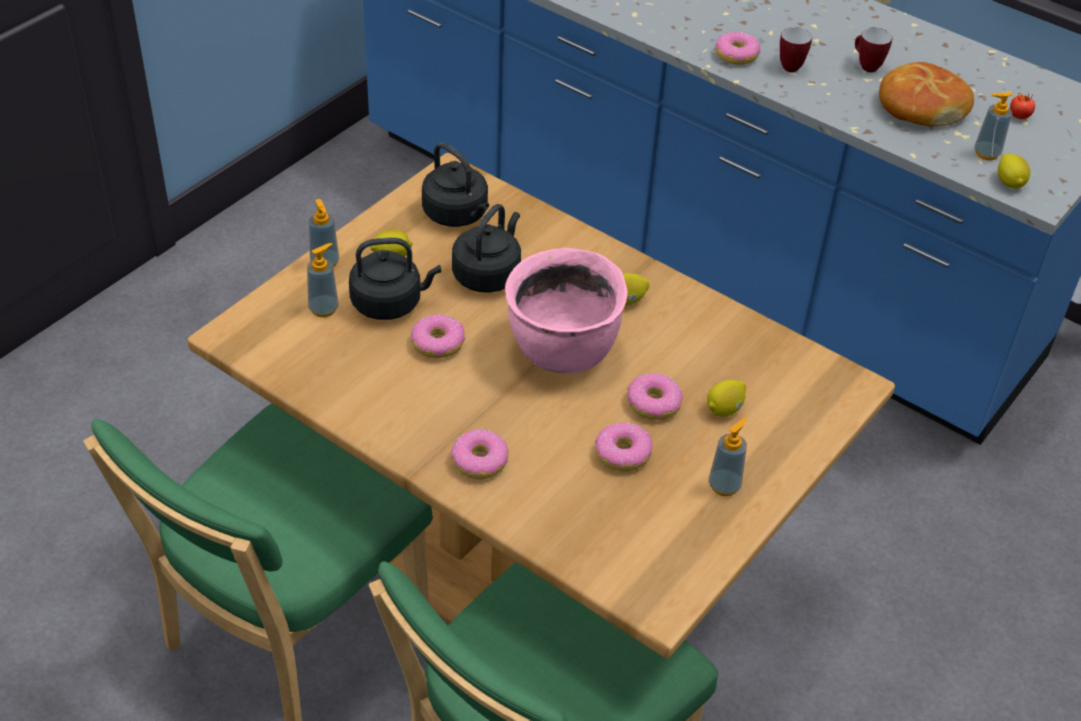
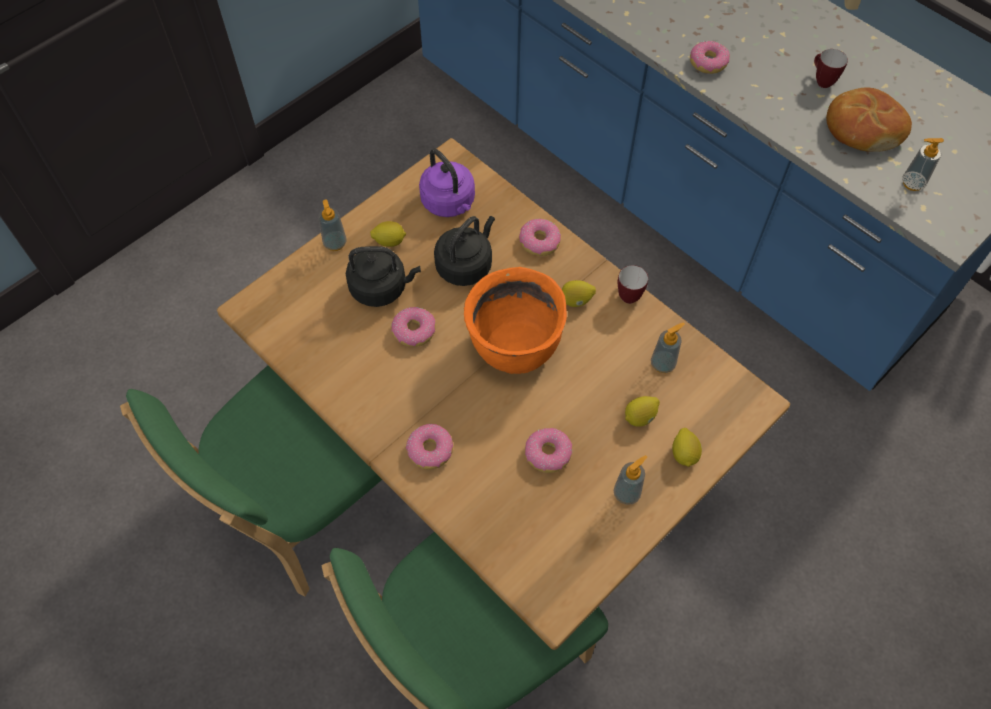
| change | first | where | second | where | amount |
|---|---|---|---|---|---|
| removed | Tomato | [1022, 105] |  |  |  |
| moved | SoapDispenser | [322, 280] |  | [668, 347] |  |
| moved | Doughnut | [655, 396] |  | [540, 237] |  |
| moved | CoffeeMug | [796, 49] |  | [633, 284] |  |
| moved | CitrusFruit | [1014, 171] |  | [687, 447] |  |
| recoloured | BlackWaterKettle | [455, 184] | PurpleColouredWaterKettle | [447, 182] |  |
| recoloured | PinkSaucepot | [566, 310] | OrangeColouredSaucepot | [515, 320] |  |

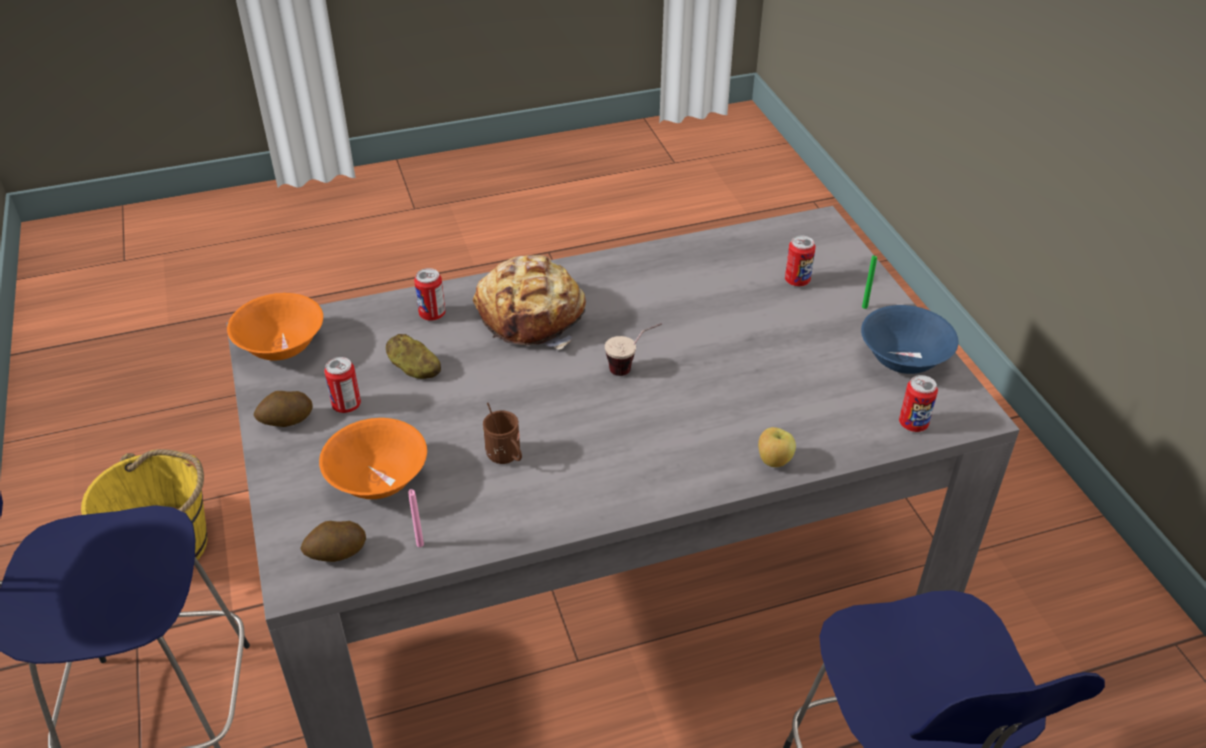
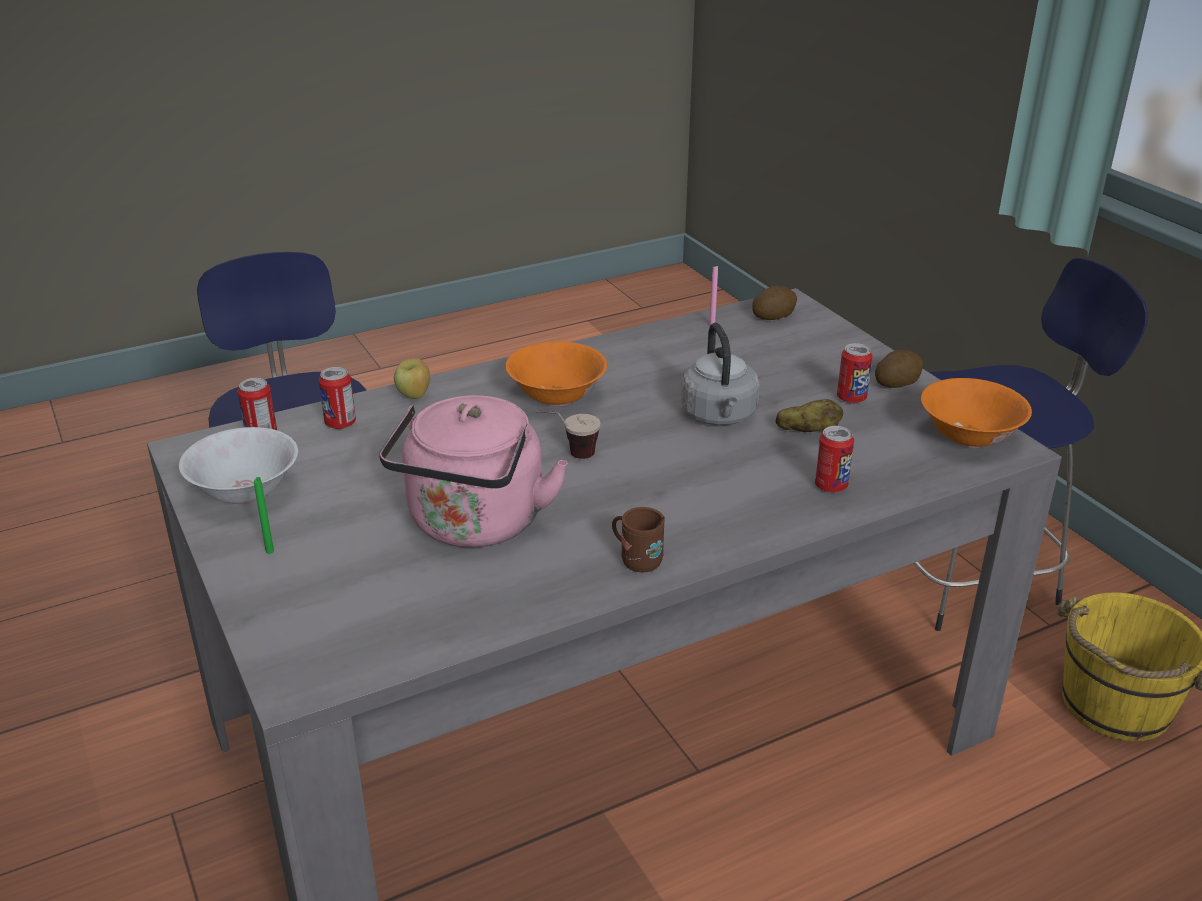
| change | first | where | second | where | amount |
|---|---|---|---|---|---|
| removed | Bread | [529, 302] |  |  |  |
| added |  |  | PinkWaterKettle | [473, 471] |  |
| added |  |  | GreyWaterKettle | [720, 374] |  |
| moved | OrangeColouredDeepDish | [373, 458] |  | [556, 373] |  |
| moved | BrownColouredCoffeeMug | [502, 433] |  | [638, 539] |  |
| moved | MetalCan | [800, 261] |  | [337, 398] |  |
| recoloured | BlueColouredDeepDish | [910, 339] | WhitishDeepDish | [238, 465] |  |

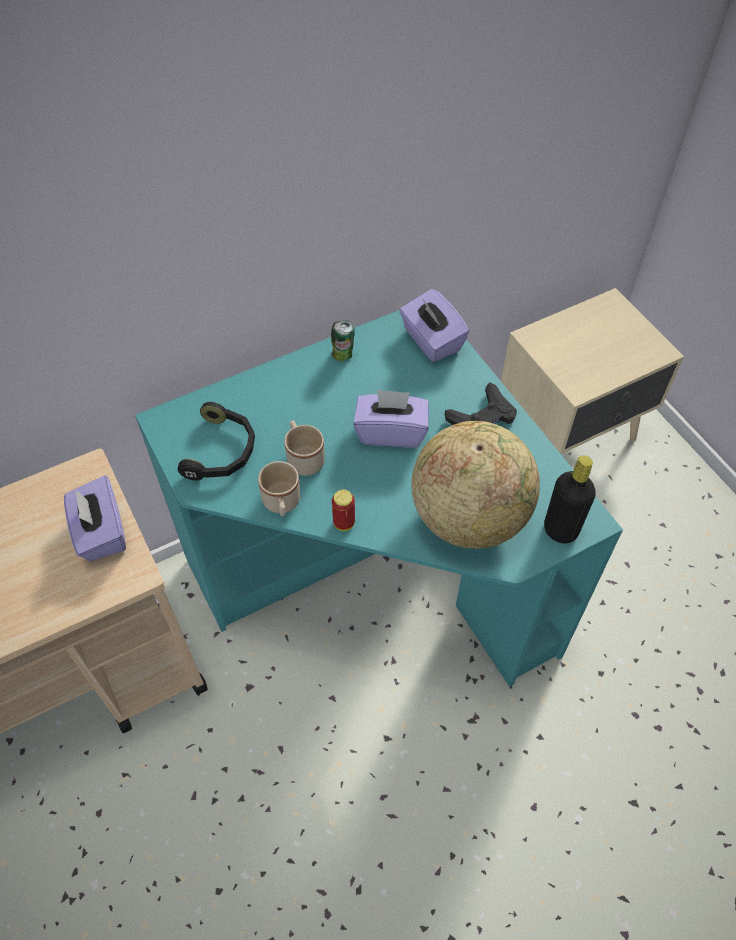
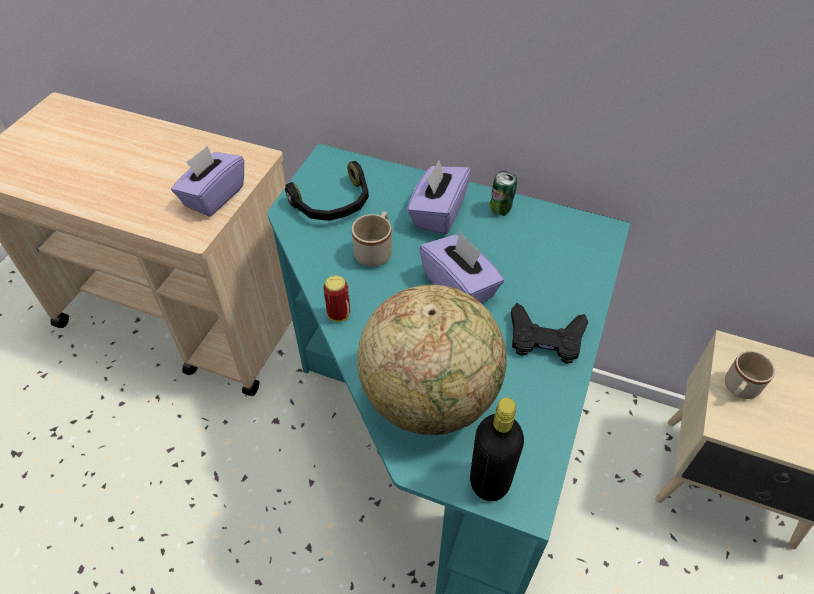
| change | first | where | second | where | amount |
|---|---|---|---|---|---|
| moved | SandColouredCoffeeMug | [279, 488] |  | [750, 375] |  |
| moved | PurpleColouredTissueHolder | [434, 325] |  | [439, 197] |  |

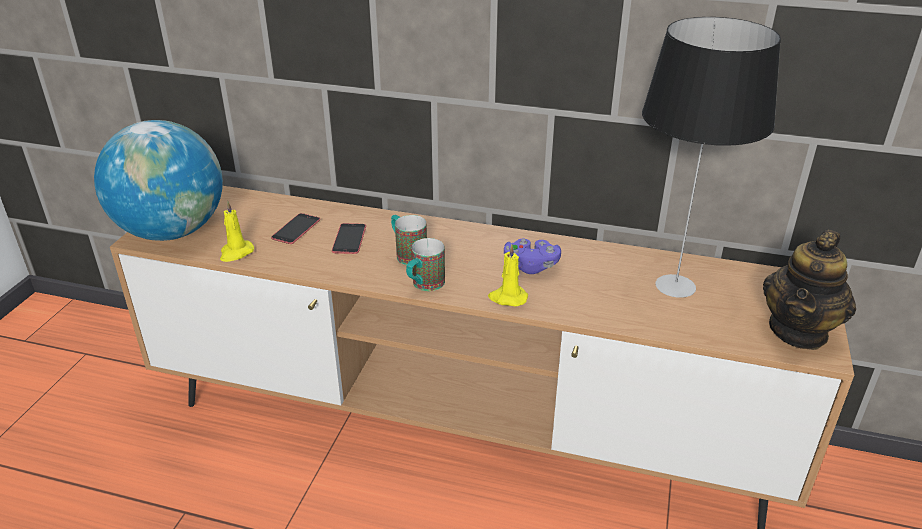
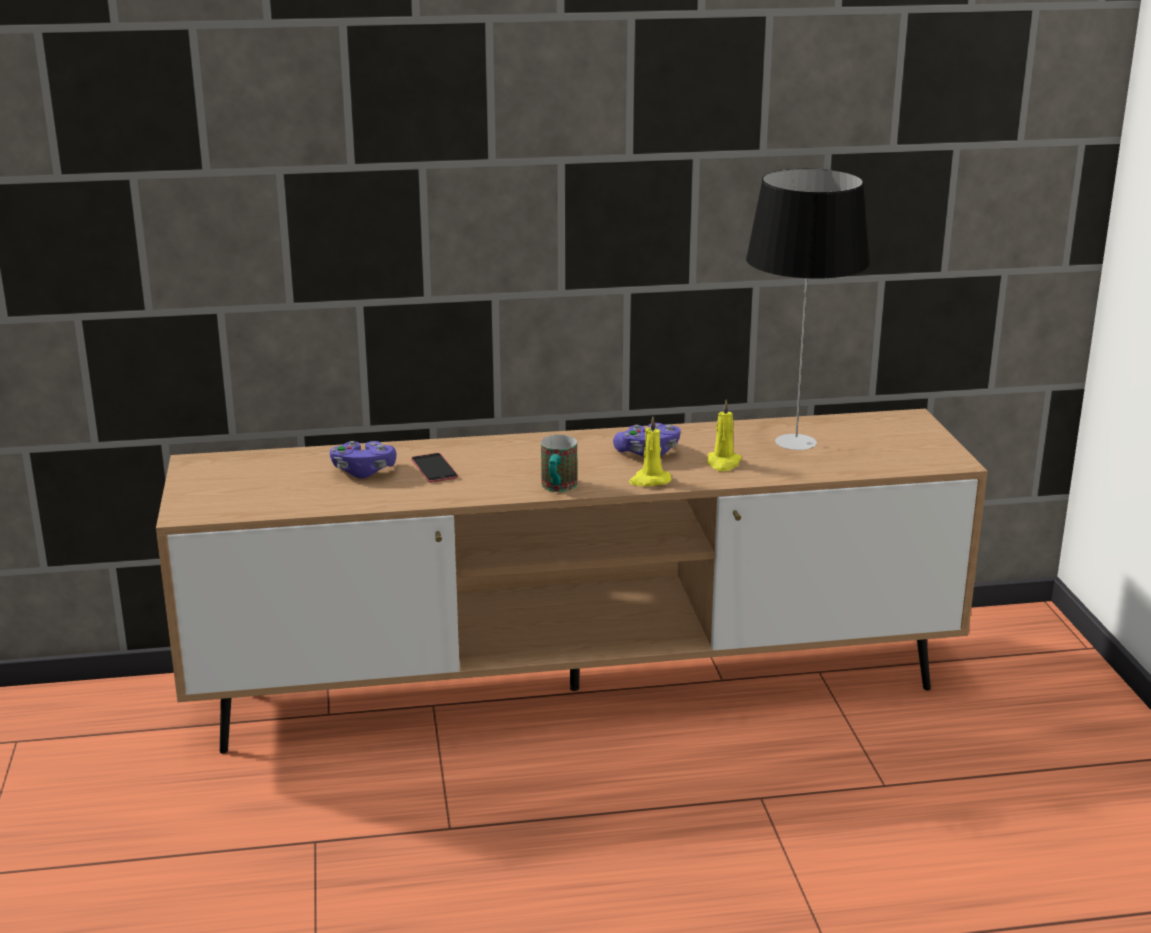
| change | first | where | second | where | amount |
|---|---|---|---|---|---|
| removed | Globe | [158, 180] |  |  |  |
| removed | CoffeeMug | [409, 240] |  |  |  |
| removed | Teapot | [809, 290] |  |  |  |
| moved | YellowishWaxCandle | [237, 231] |  | [724, 435] |  |
| replaced | Handset | [295, 228] | PurpleColouredJoypad | [363, 459] |  |

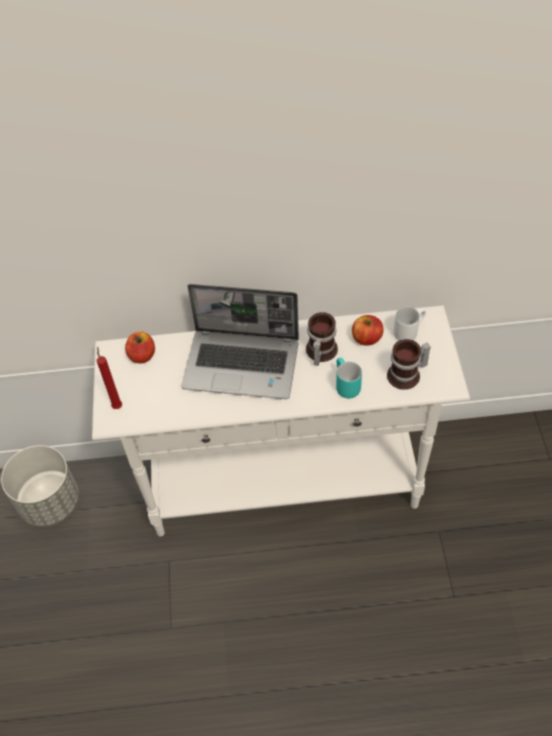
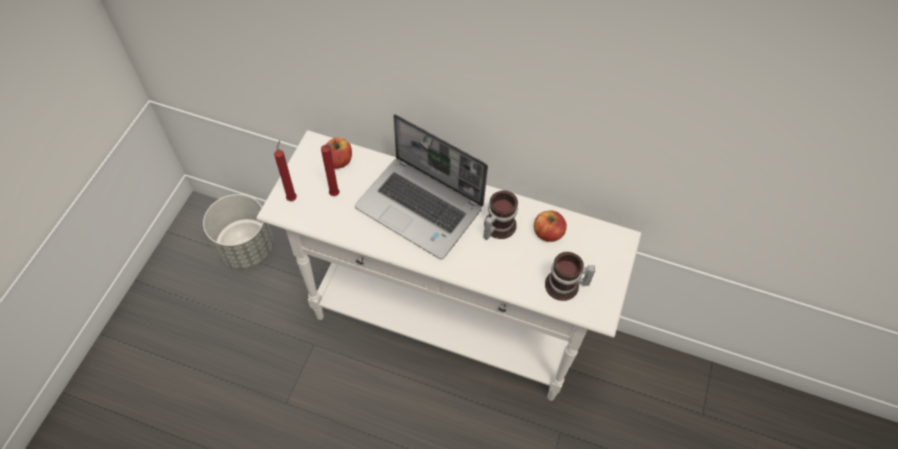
| change | first | where | second | where | amount |
|---|---|---|---|---|---|
| removed | BlueGreenCoffeeMug | [349, 378] |  |  |  |
| removed | WhitishCoffeeMug | [409, 323] |  |  |  |
| added |  |  | RedWaxCandle | [330, 170] |  |

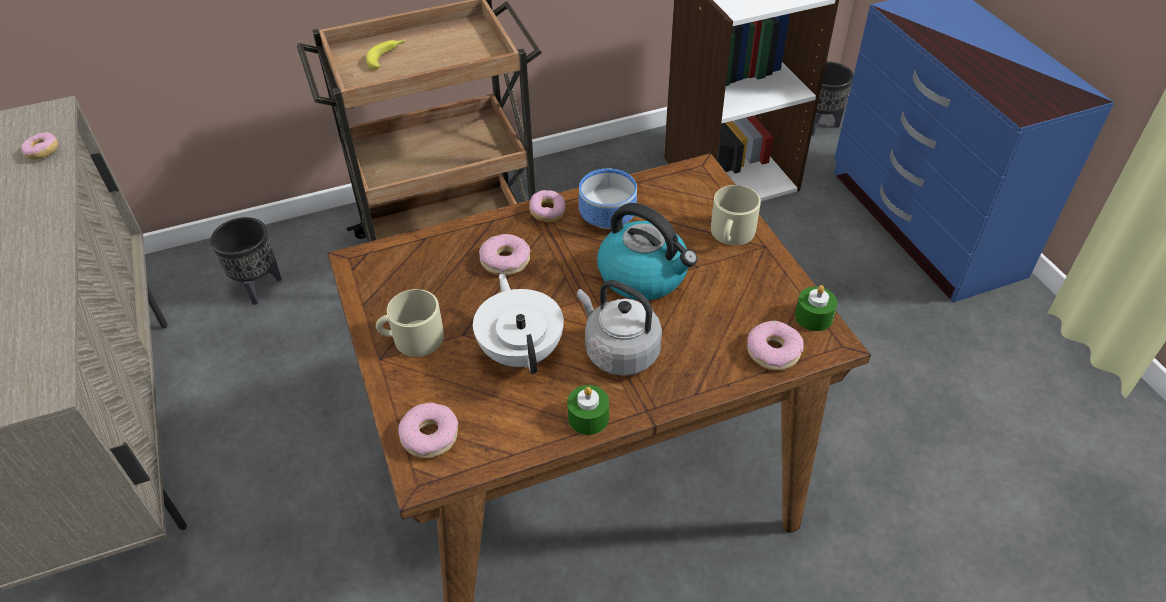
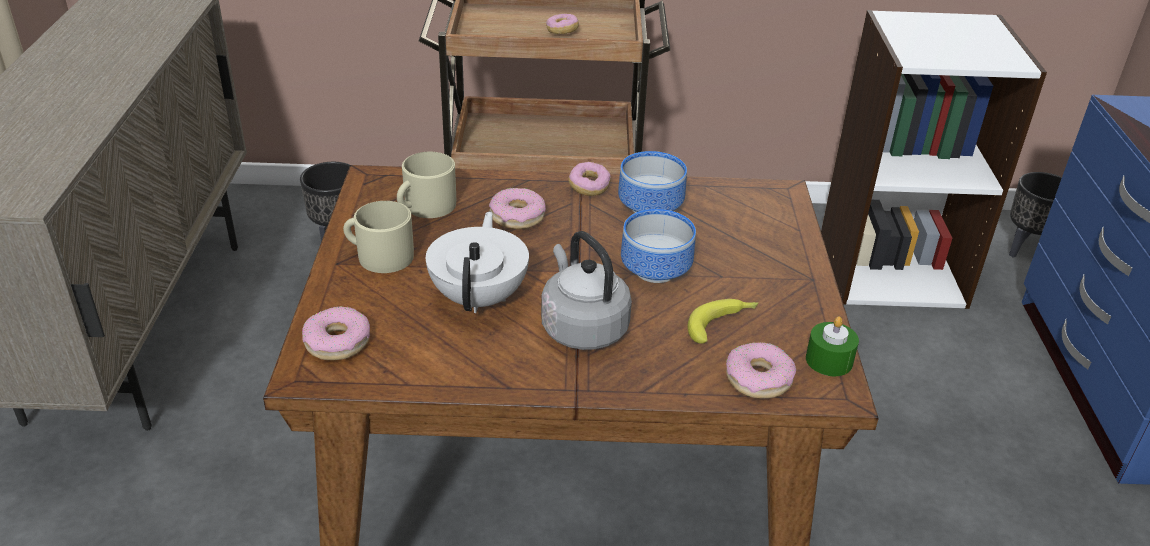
| change | first | where | second | where | amount |
|---|---|---|---|---|---|
| removed | GreenishWaxCandle | [588, 410] |  |  |  |
| moved | Doughnut | [39, 146] |  | [562, 24] |  |
| moved | BananaFruit | [386, 54] |  | [723, 321] |  |
| moved | SandColouredCoffeeMug | [736, 215] |  | [426, 185] |  |
| replaced | WaterKettle | [647, 251] | DeepDish | [658, 246] |  |

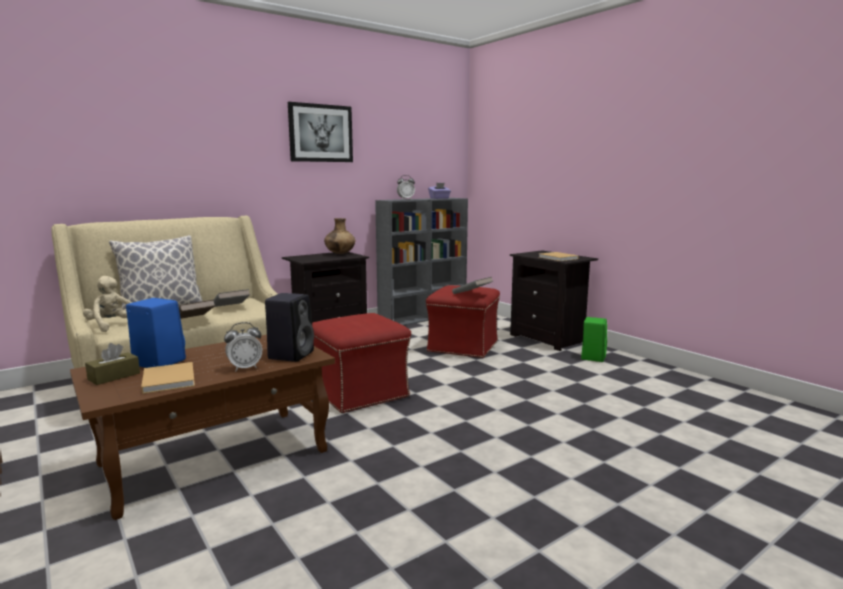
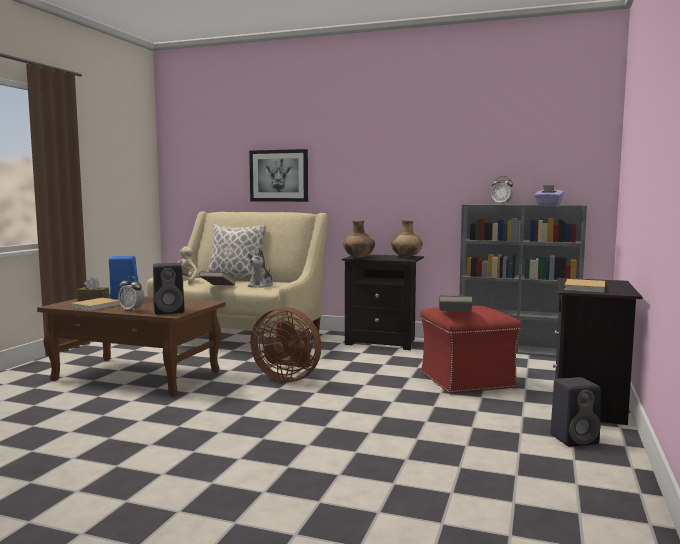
| change | first | where | second | where | amount |
|---|---|---|---|---|---|
| added |  |  | BrownColouredFlowerVase | [359, 239] |  |
| moved | Picture | [320, 132] |  | [278, 175] |  |
| replaced | GreyVolume | [231, 298] | CuddlyToy | [260, 268] |  |
| replaced | RedOttoman | [361, 363] | BrownColouredFan | [285, 344] |  |
| recoloured | GreenishAudioSpeaker | [594, 339] | BlackAudioSpeaker | [575, 412] |  |

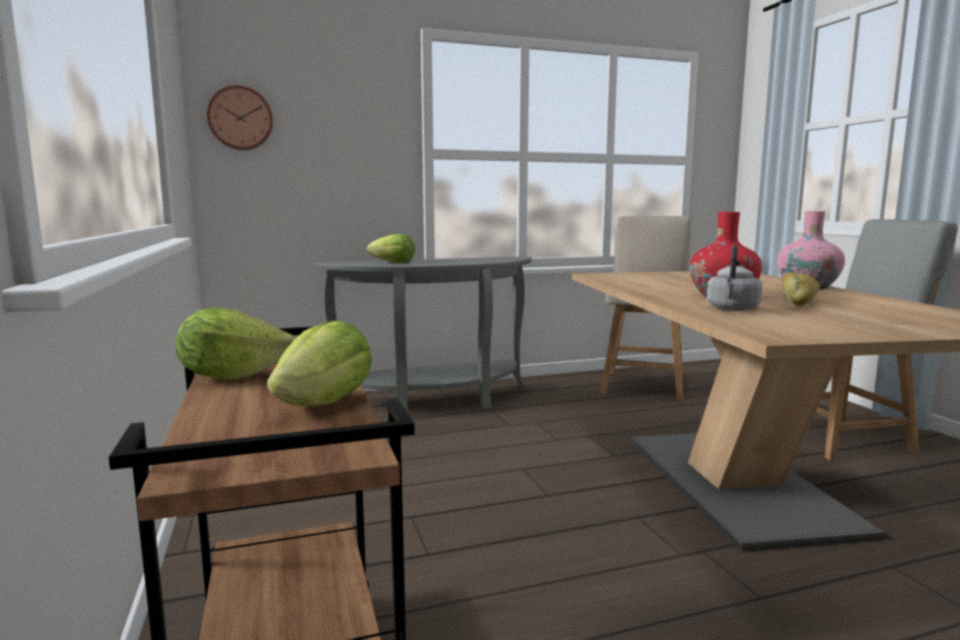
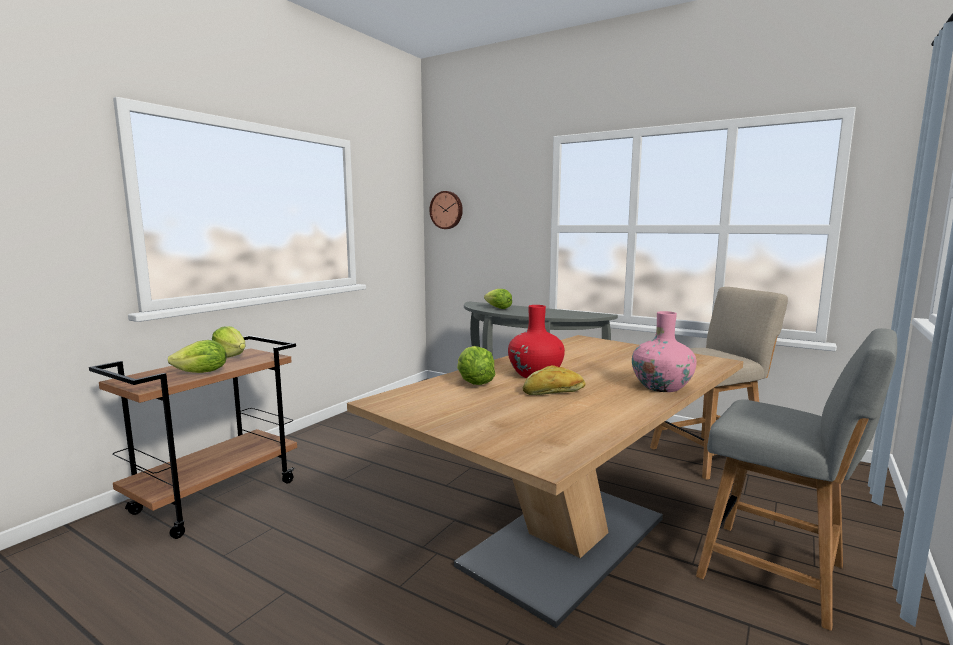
| change | first | where | second | where | amount |
|---|---|---|---|---|---|
| replaced | GreyWaterKettle | [735, 278] | Lettuce | [476, 365] |  |

